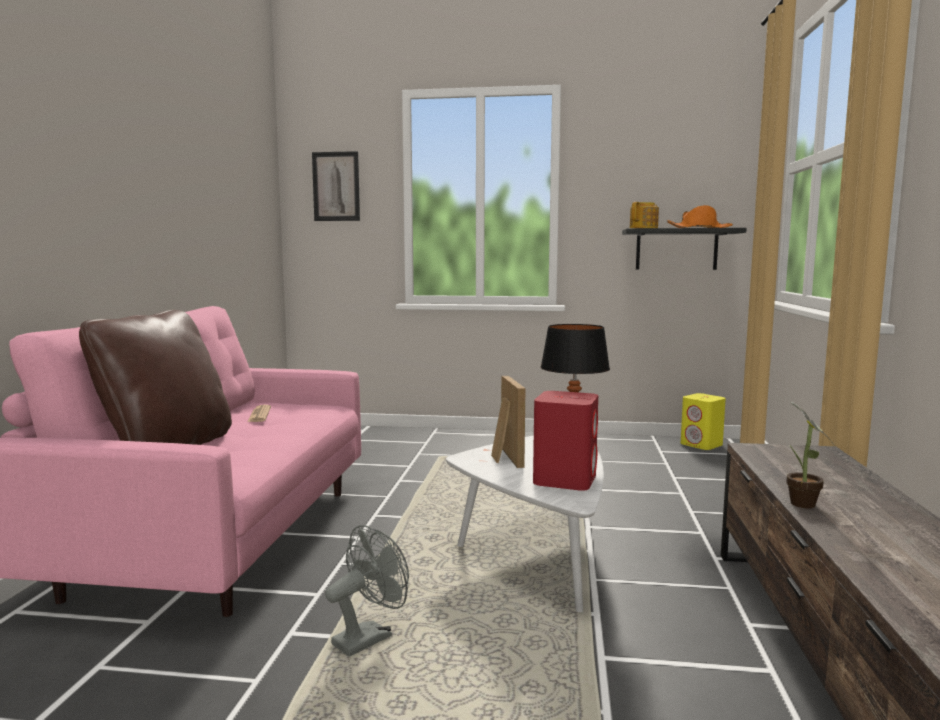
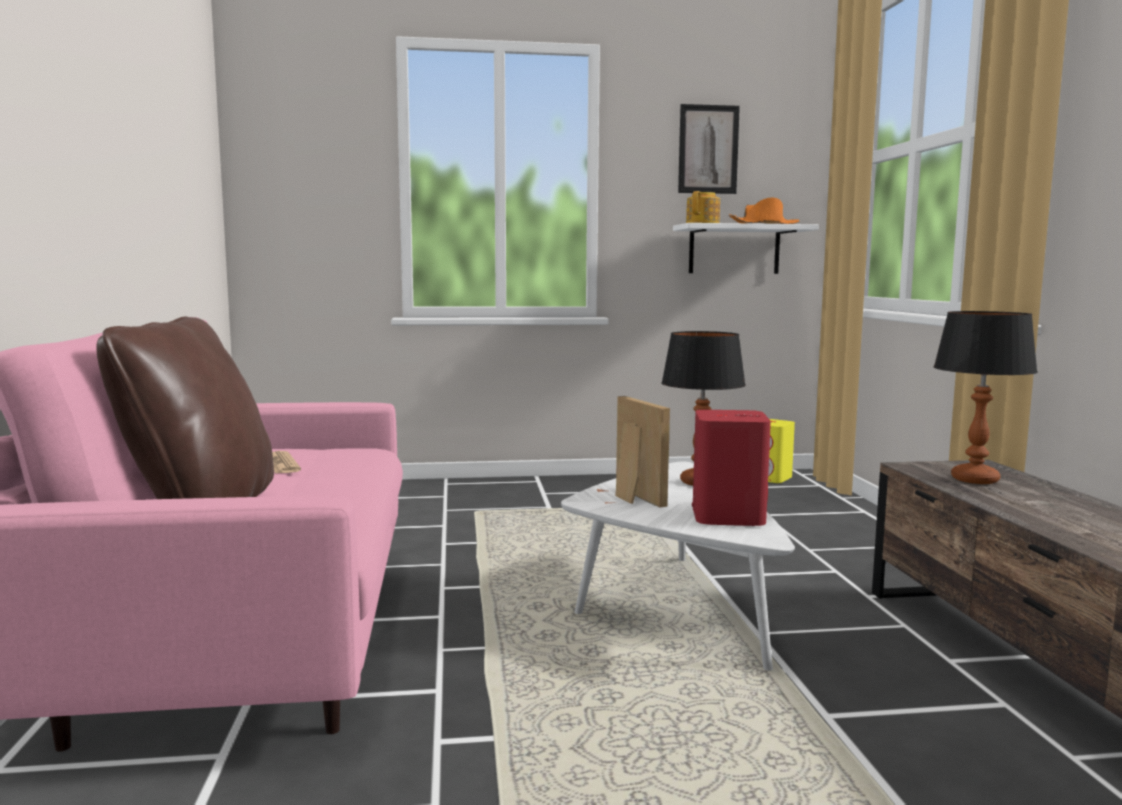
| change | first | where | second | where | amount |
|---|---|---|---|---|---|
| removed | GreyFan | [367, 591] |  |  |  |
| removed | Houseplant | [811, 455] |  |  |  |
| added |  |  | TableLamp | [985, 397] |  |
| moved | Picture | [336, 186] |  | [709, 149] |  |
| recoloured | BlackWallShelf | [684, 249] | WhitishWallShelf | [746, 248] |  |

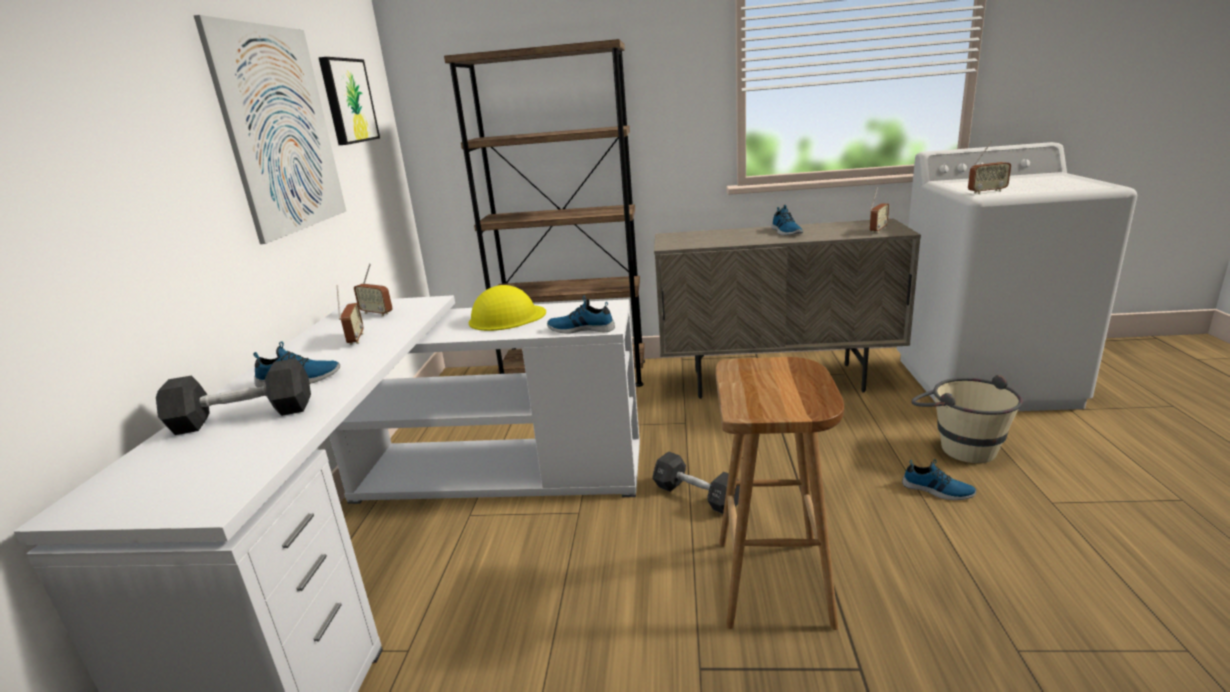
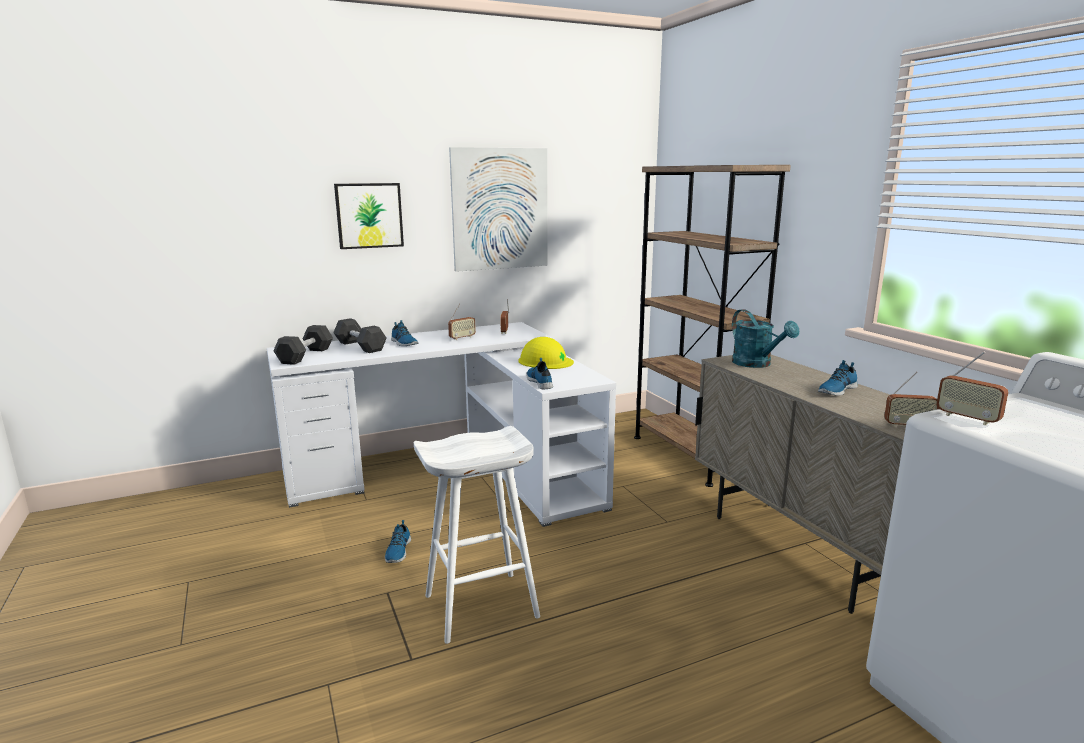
| change | first | where | second | where | amount |
|---|---|---|---|---|---|
| removed | SandColouredBucket | [967, 419] |  |  |  |
| added |  |  | BlueGreenWateringPot | [765, 338] |  |
| moved | Picture | [349, 101] |  | [369, 216] |  |
| moved | BlackHandWeight | [696, 482] |  | [303, 345] |  |
| moved | LowShoe | [939, 479] |  | [398, 541] |  |
| recoloured | BrownColouredStool | [779, 493] | WhitishStool | [477, 535] |  |

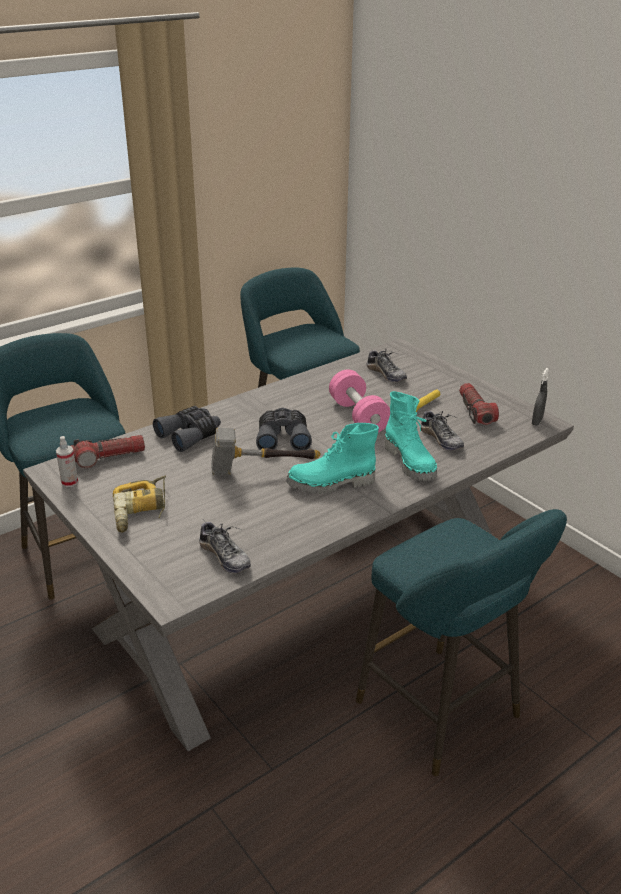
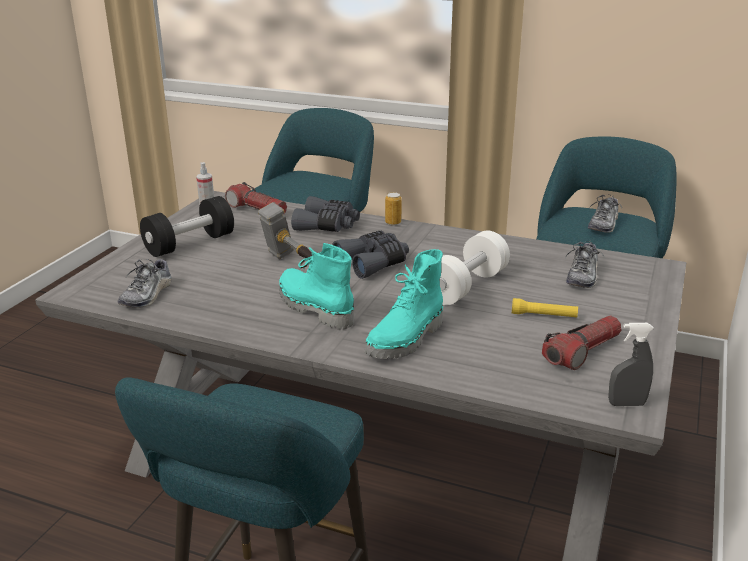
| change | first | where | second | where | amount |
|---|---|---|---|---|---|
| added |  |  | MetalCan | [393, 208] |  |
| moved | LowShoe | [442, 429] |  | [605, 214] |  |
| replaced | ElectricDrill | [139, 504] | BlackHandWeight | [187, 226] |  |
| recoloured | PinkHandWeight | [359, 401] | WhitishHandWeight | [475, 268] |  |

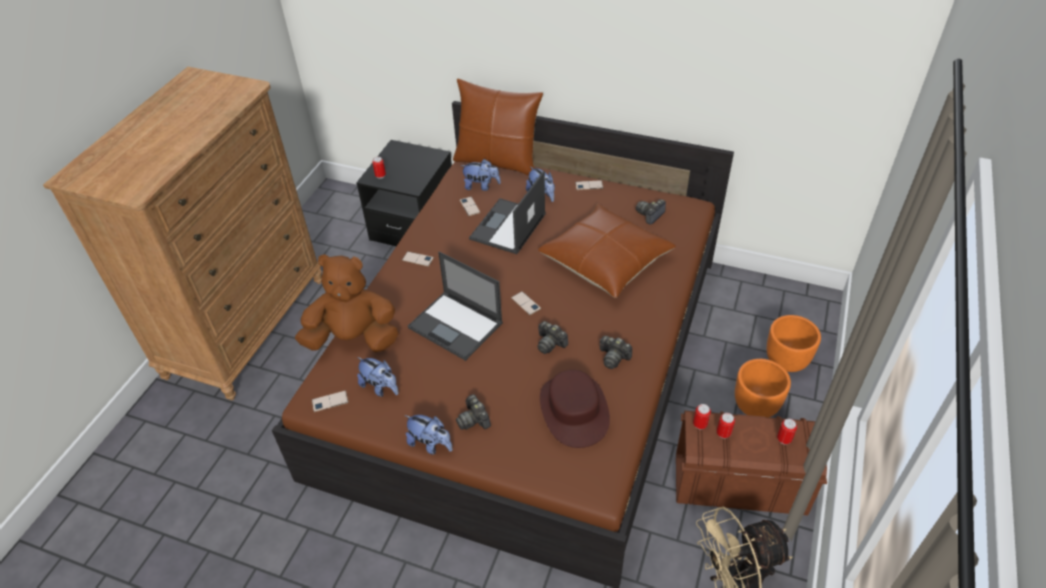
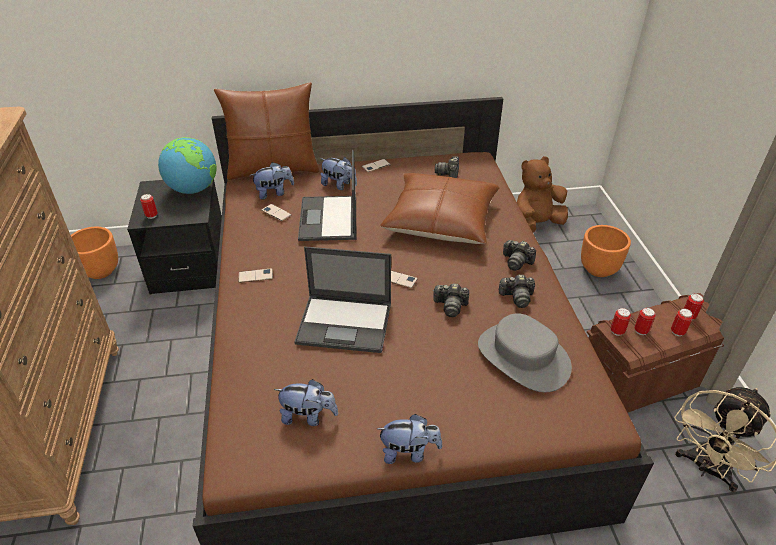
| change | first | where | second | where | amount |
|---|---|---|---|---|---|
| removed | Handset | [330, 401] |  |  |  |
| added |  |  | Globe | [187, 165] |  |
| added |  |  | MetalCan | [682, 322] |  |
| moved | BrownColouredCuddlyToy | [346, 303] |  | [542, 194] |  |
| moved | StillCamera | [473, 412] |  | [519, 255] |  |
| moved | OrangeColouredFlowerPot | [763, 388] |  | [94, 253] |  |
| recoloured | BrownColouredClothingHat | [575, 409] | GreyClothingHat | [525, 352] |  |

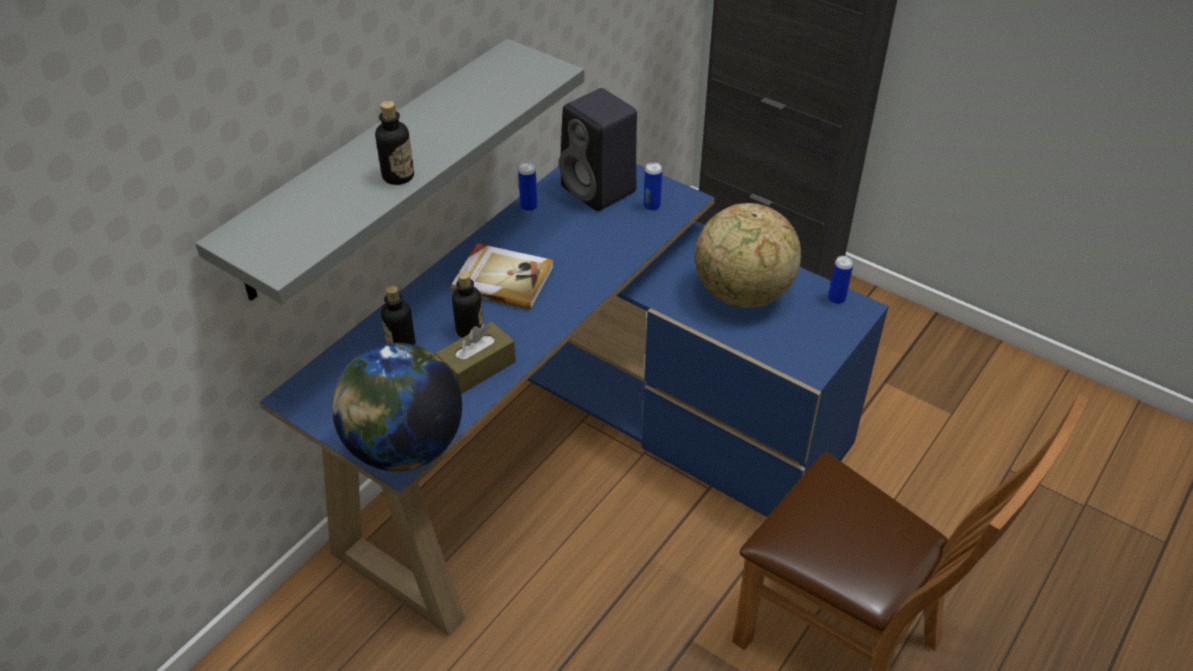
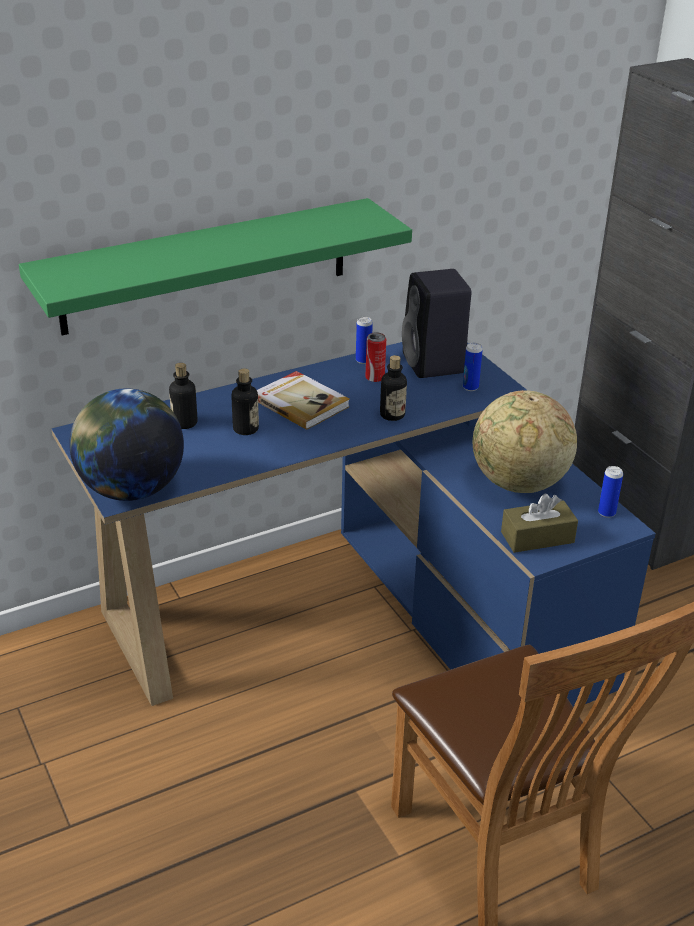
| change | first | where | second | where | amount |
|---|---|---|---|---|---|
| added |  |  | MetalCan | [375, 357] |  |
| moved | DrinkBottle | [394, 143] |  | [393, 388] |  |
| moved | BrownColouredTissueHolder | [475, 357] |  | [539, 523] |  |
| recoloured | GreyWallShelf | [390, 171] | GreenishWallShelf | [215, 266] |  |

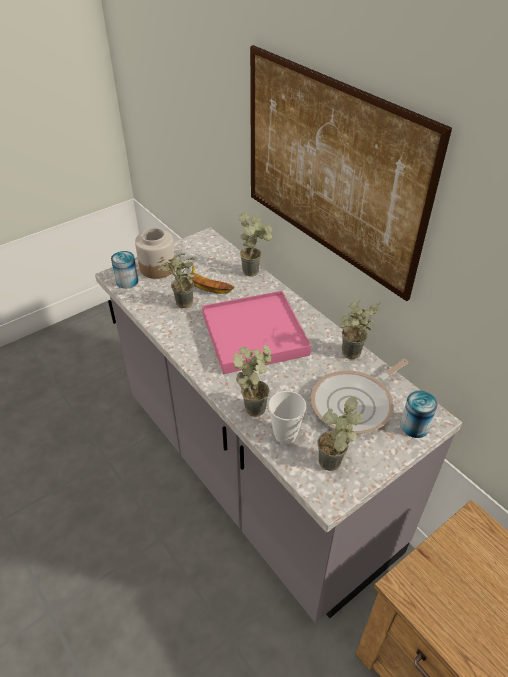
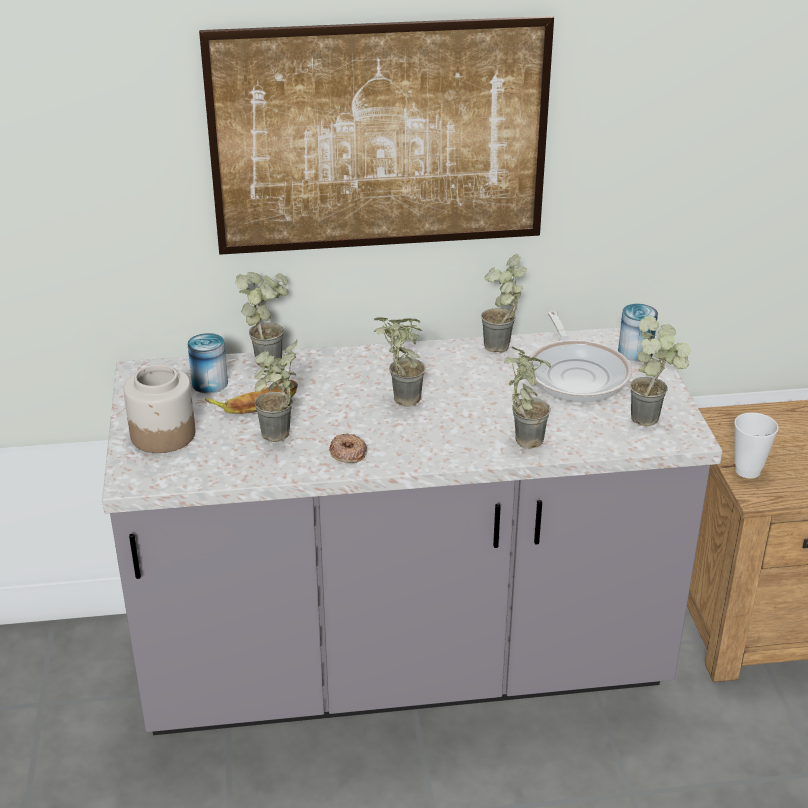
| change | first | where | second | where | amount |
|---|---|---|---|---|---|
| added |  |  | Doughnut | [348, 448] |  |
| moved | MetalCan | [124, 270] |  | [207, 363] |  |
| moved | SmallCup | [287, 417] |  | [756, 445] |  |
| replaced | PinkCarryingTray | [256, 332] | Houseplant | [400, 362] |  |

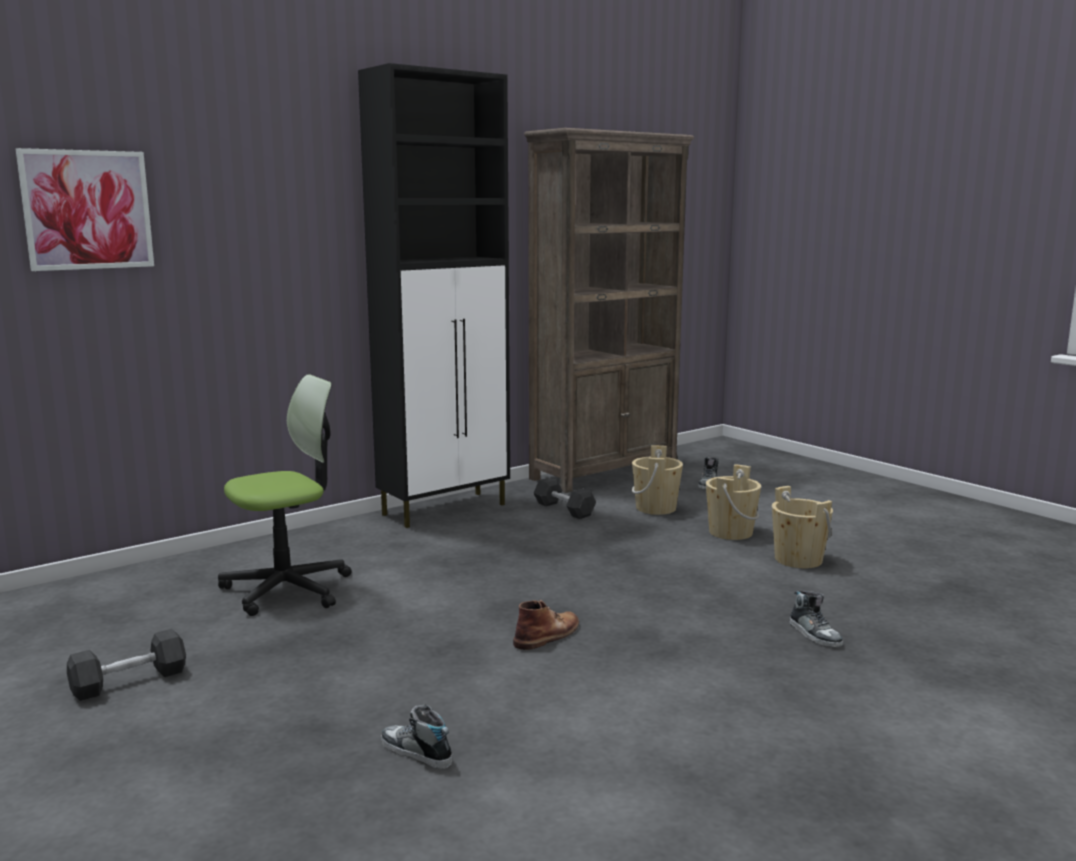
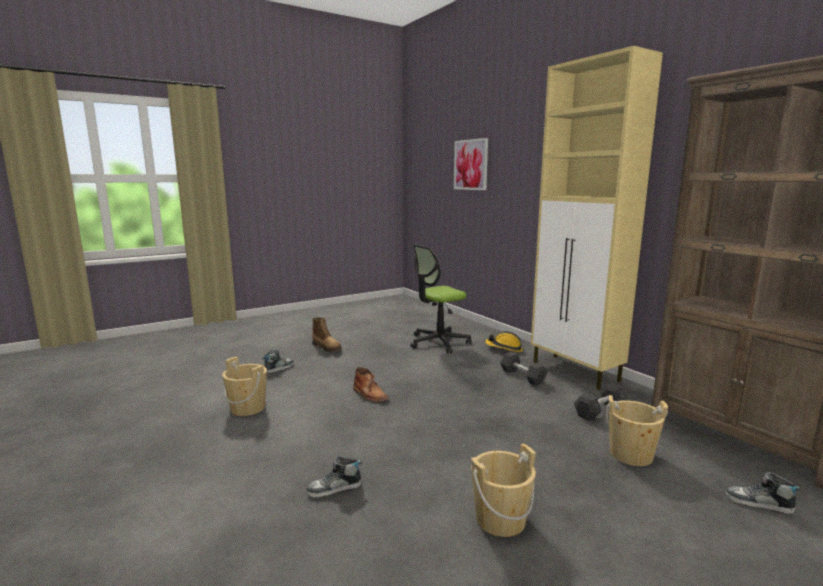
| change | first | where | second | where | amount |
|---|---|---|---|---|---|
| added |  |  | HighTopBoot | [327, 334] |  |
| added |  |  | WorkHelmet | [504, 341] |  |
| moved | GreyHandWeight | [126, 665] |  | [523, 369] |  |
| moved | SandColouredBucket | [733, 502] |  | [244, 386] |  |
| recoloured | BlackCabinet | [434, 295] | SandColouredCabinet | [597, 218] |  |
| turned | OfficeChair | [285, 495] |  | [440, 299] | 90 degrees clockwise |

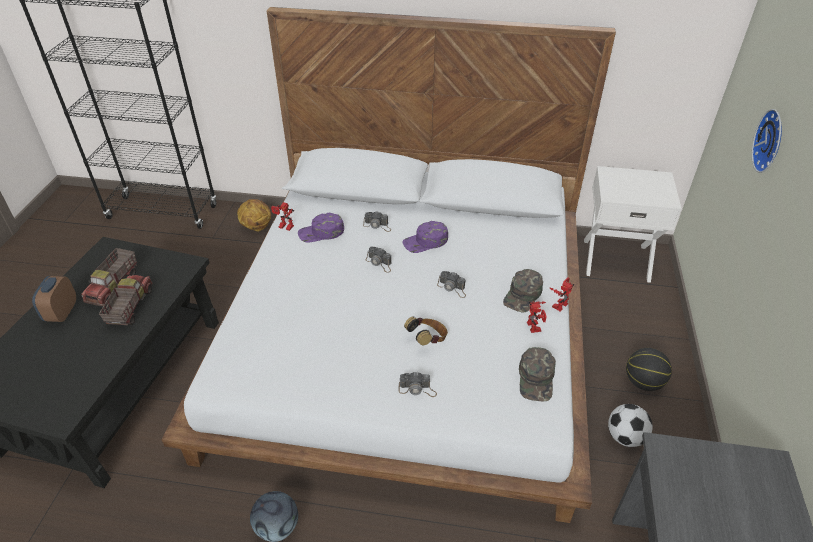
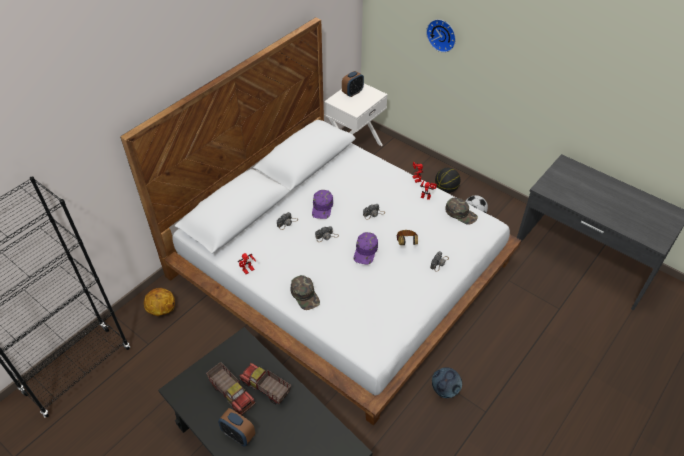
| change | first | where | second | where | amount |
|---|---|---|---|---|---|
| added |  |  | TableClock | [353, 84] |  |
| moved | PurpleColouredCap | [321, 228] |  | [366, 248] |  |
| moved | GreenishCap | [523, 291] |  | [305, 292] |  |

